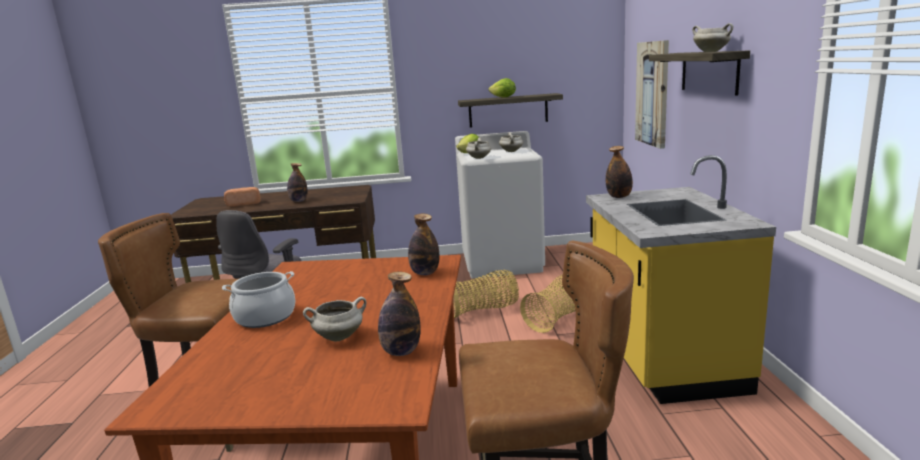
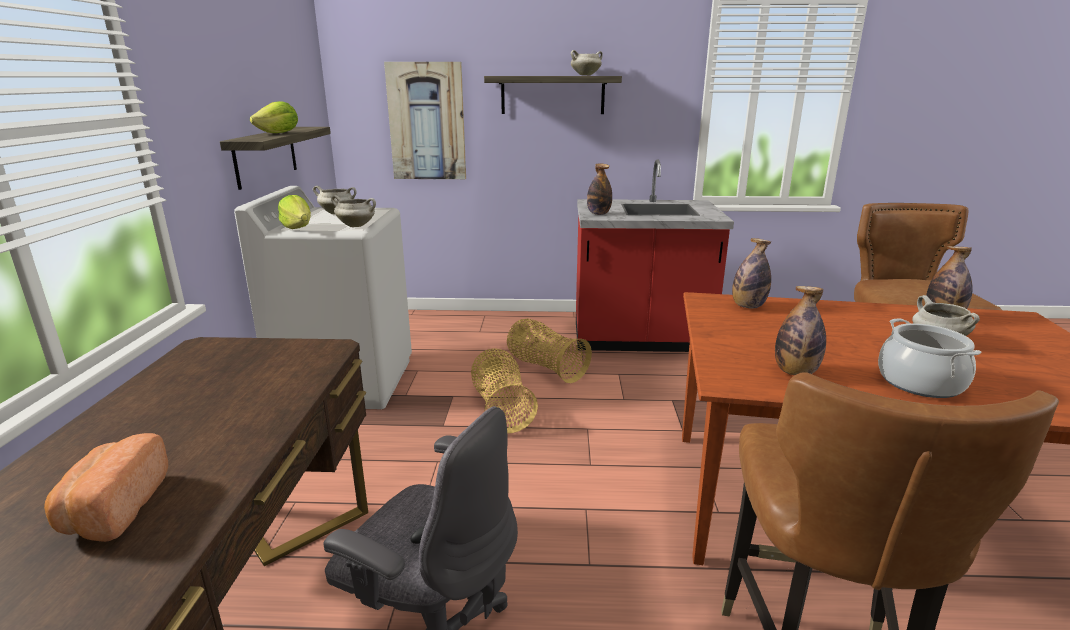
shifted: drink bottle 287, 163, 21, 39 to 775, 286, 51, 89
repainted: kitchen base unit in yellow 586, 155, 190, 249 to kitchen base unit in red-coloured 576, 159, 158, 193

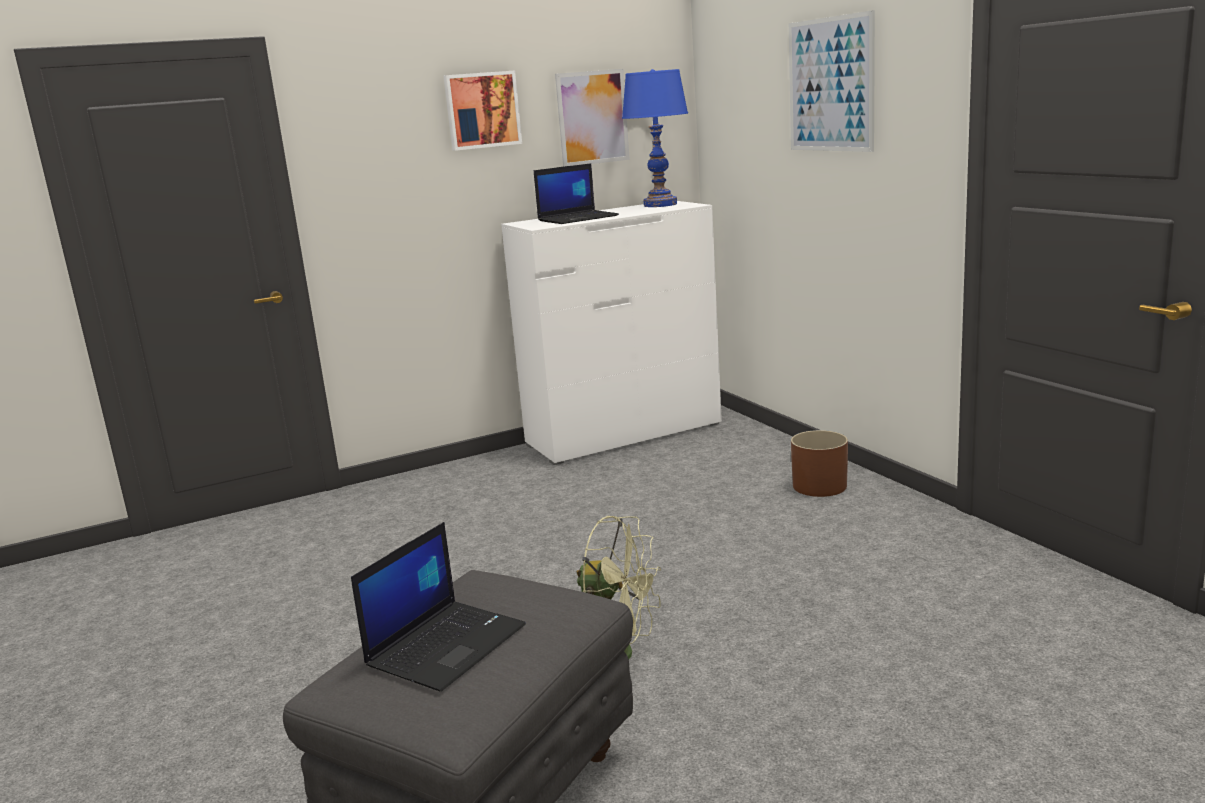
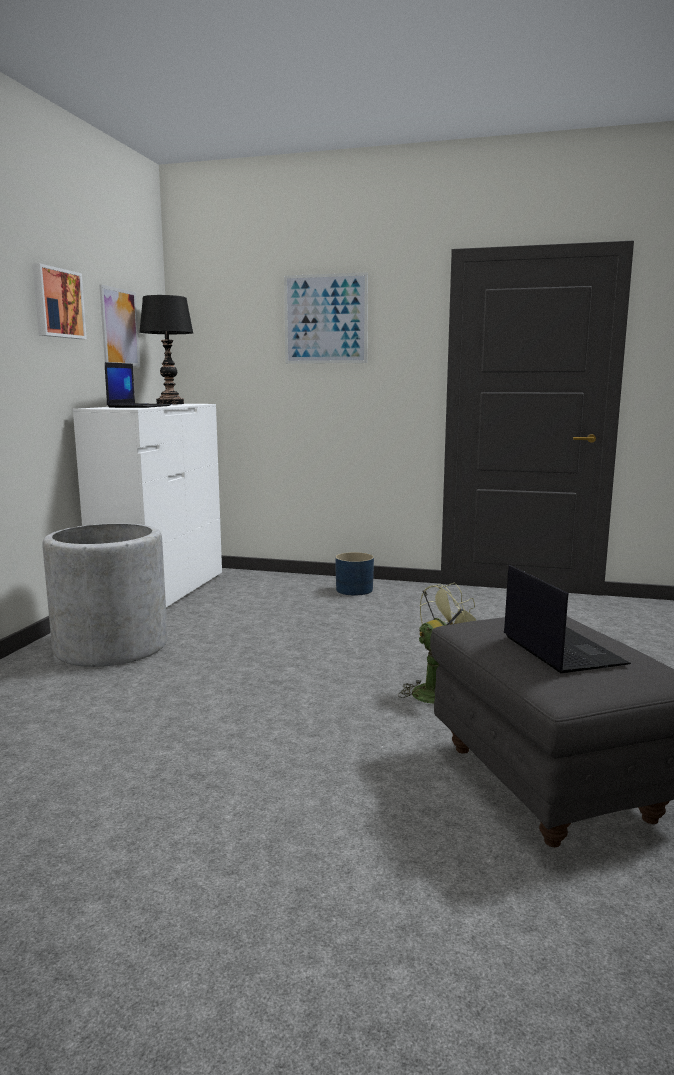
new: planter in greyish 42, 523, 125, 144
repainted: lamp for a table in bluish 622, 69, 66, 138 to lamp for a table in blackish 139, 295, 54, 109; planter in brown-coloured 791, 430, 57, 67 to planter in bluish 335, 552, 39, 43

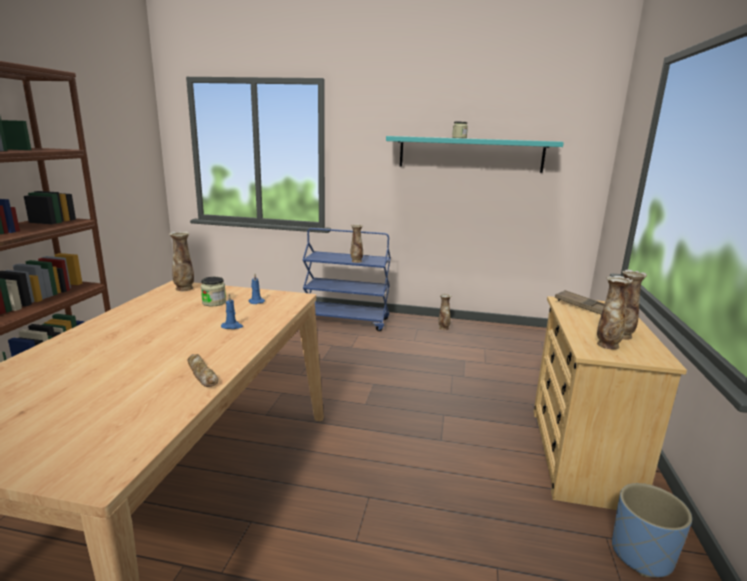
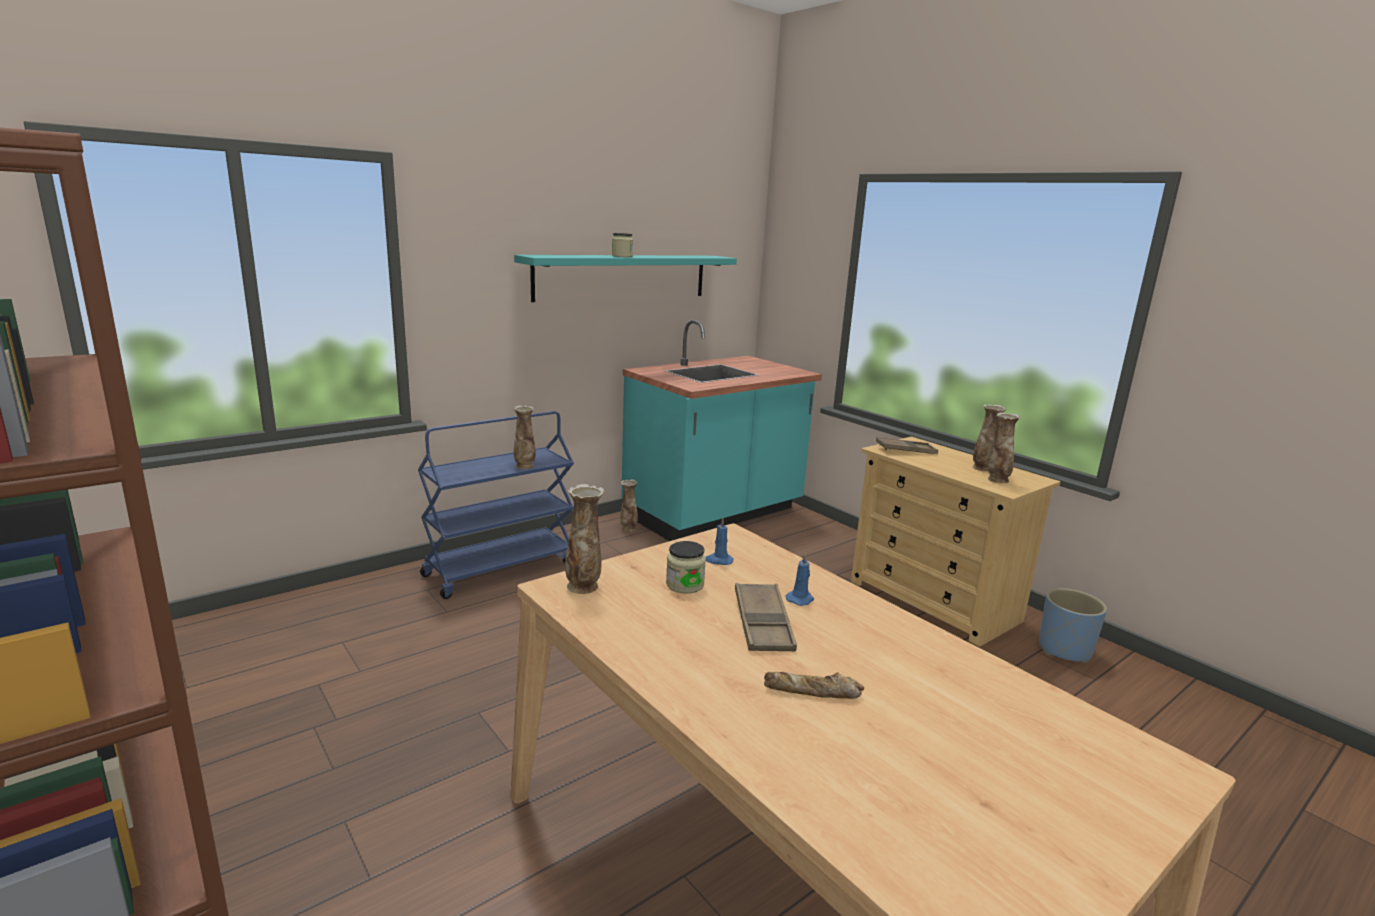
new: kitchen base unit in turquoise 621, 320, 201, 221; carrying tray in brown-coloured 735, 583, 62, 69
shifted: bread 188, 354, 30, 33 to 764, 672, 100, 27

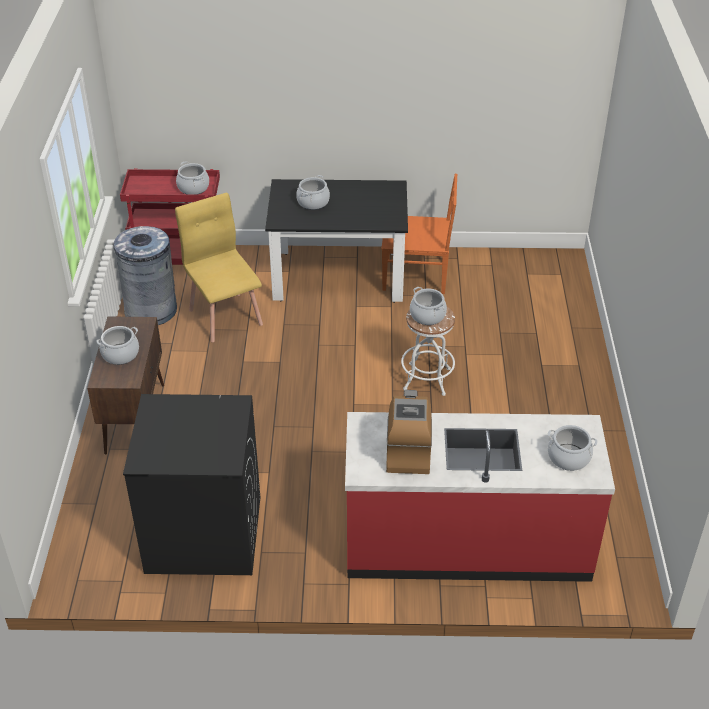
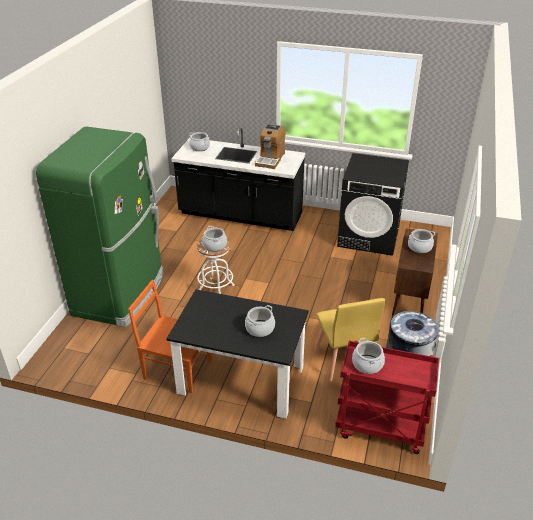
new: fridge in green 36, 126, 127, 201
repainted: kitchen base unit in red-coloured 345, 412, 270, 170 to kitchen base unit in blackish 171, 128, 134, 103

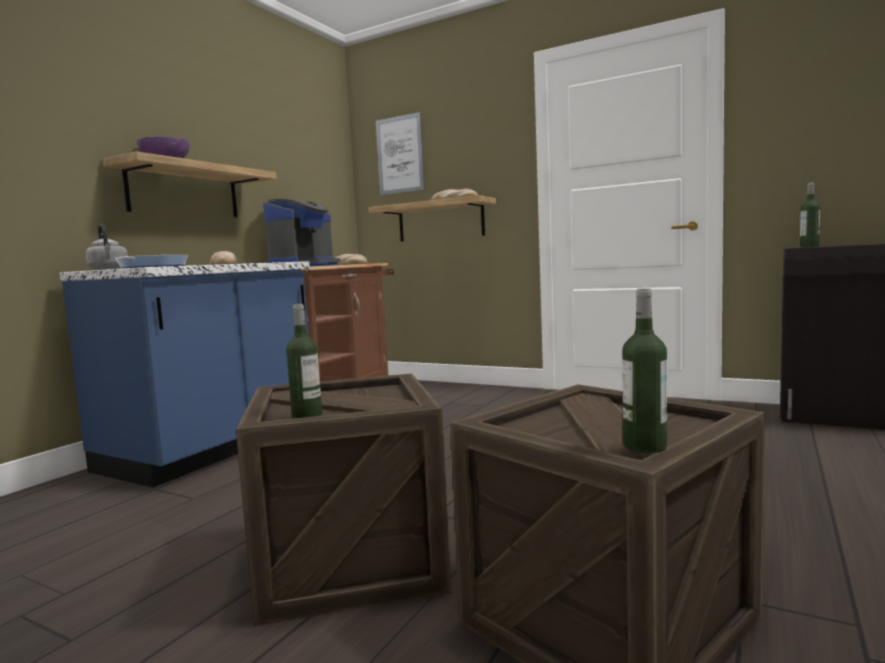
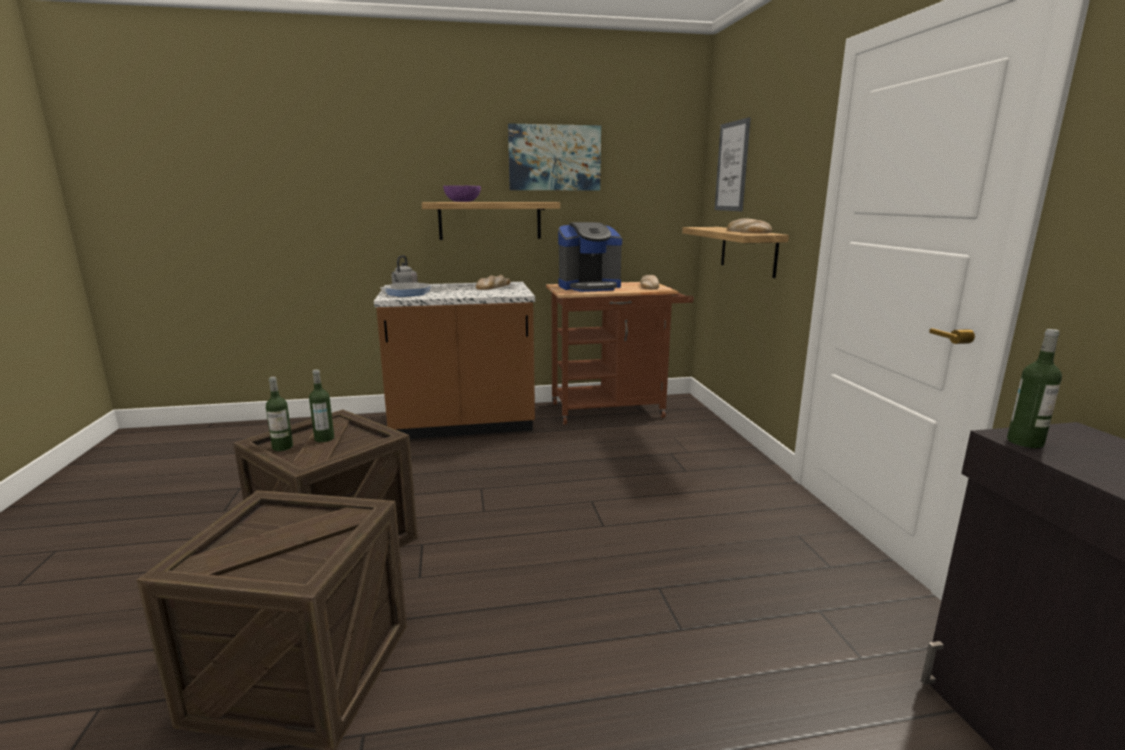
new: wall picture 508, 123, 93, 67
shifted: drink bottle 622, 288, 45, 165 to 309, 369, 25, 73
repainted: kitchen base unit in bluish 59, 261, 251, 227 to kitchen base unit in brown-coloured 374, 282, 161, 157

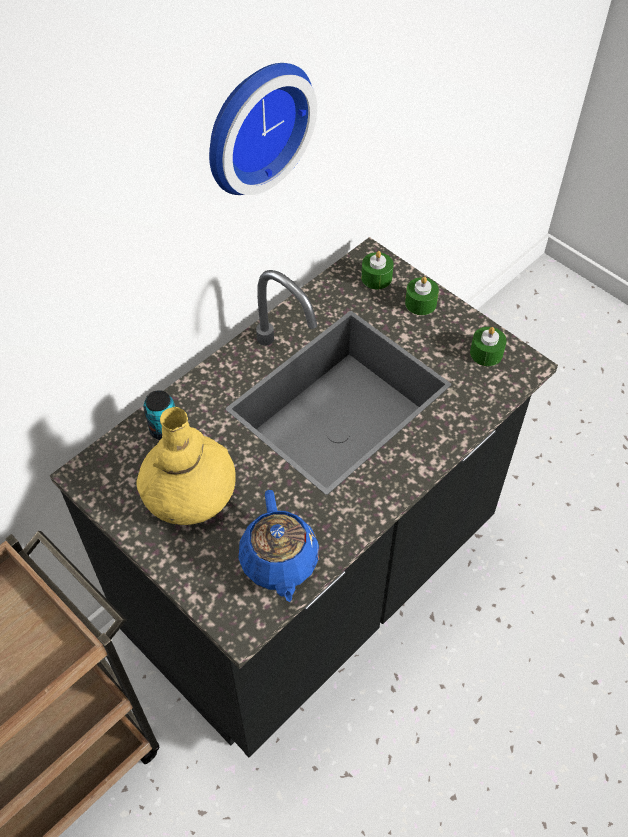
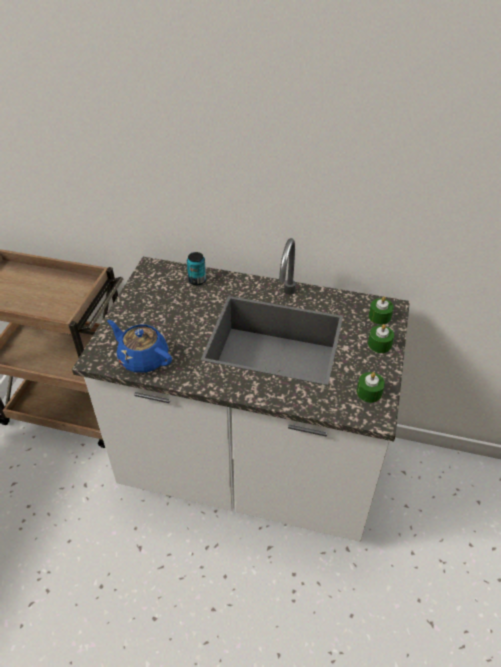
gone: wall clock 209, 63, 108, 132; flower vase in yellow 136, 407, 100, 118
repainted: kitchen base unit in blackish 50, 237, 508, 520 to kitchen base unit in white-coloured 72, 238, 338, 304
rotated: pot for tea in bluish 238, 490, 81, 112 = 107, 320, 65, 53 75 degrees clockwise

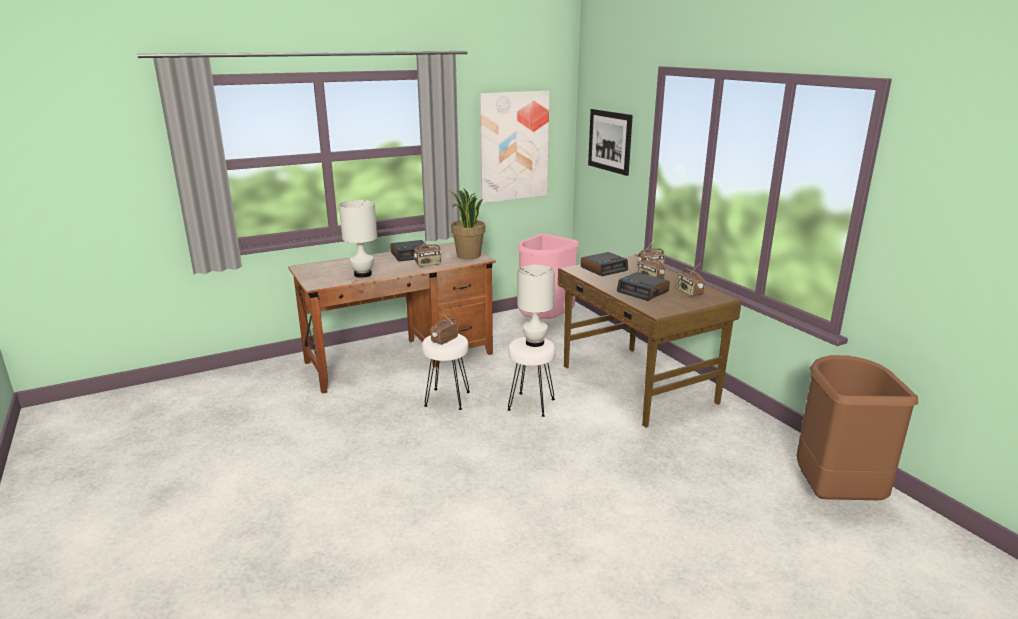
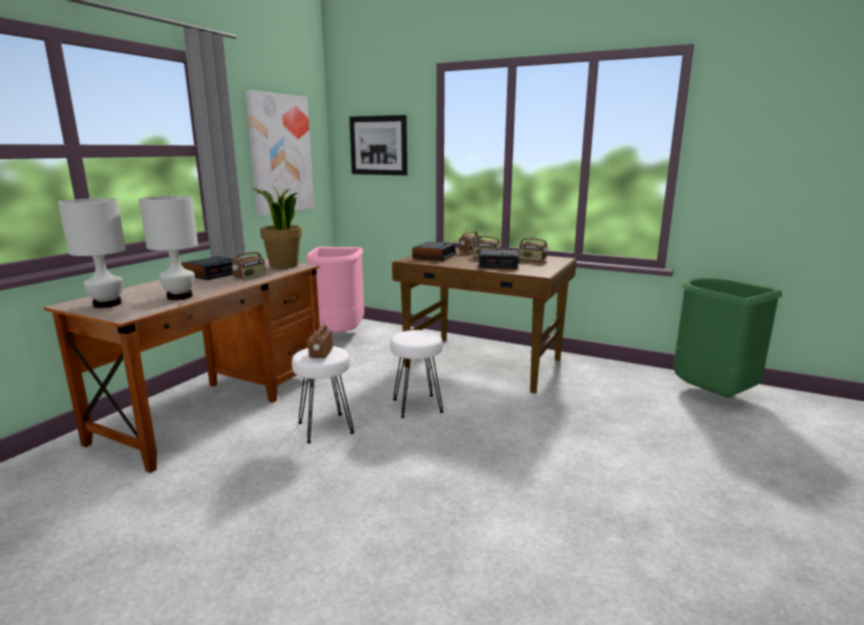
shifted: lamp for a table in white-coloured 517, 265, 38, 82 to 58, 198, 68, 110
repainted: waste bin in brown-coloured 796, 355, 122, 145 to waste bin in green 673, 277, 109, 121

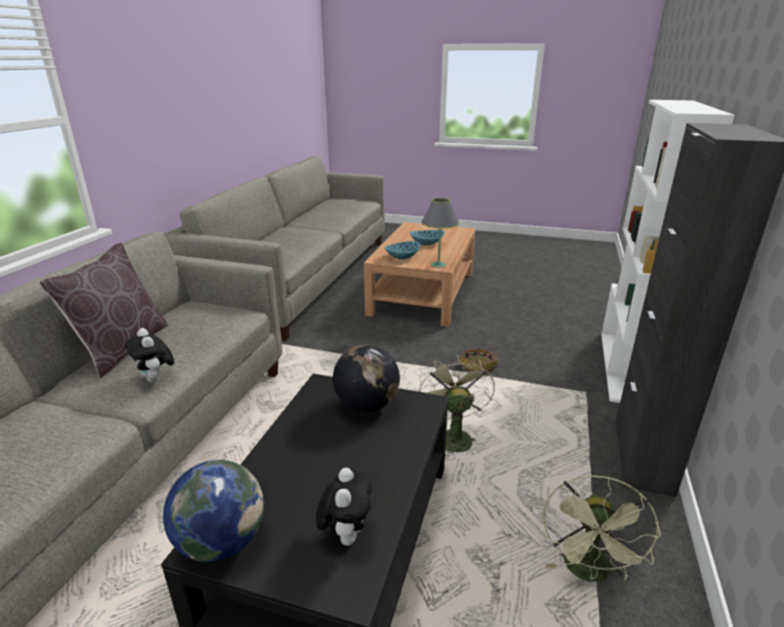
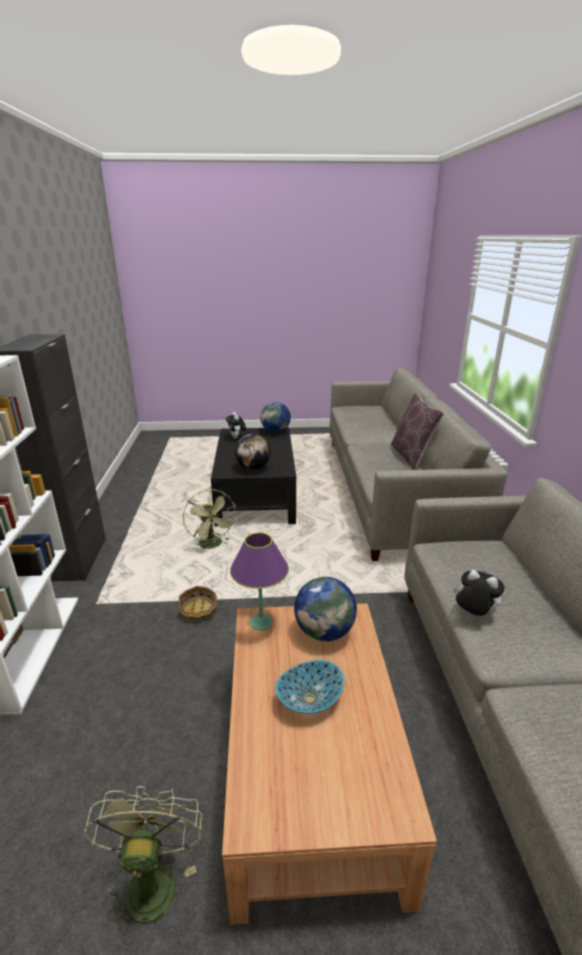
shifted: cuddly toy 125, 328, 49, 54 to 453, 570, 52, 47; fan in green 543, 475, 118, 107 to 84, 786, 118, 159
swapped: serving bowl 384, 241, 37, 19 to globe 294, 577, 63, 64
repainted: lamp for a table in greyish 421, 198, 39, 70 to lamp for a table in purplish 230, 533, 59, 97

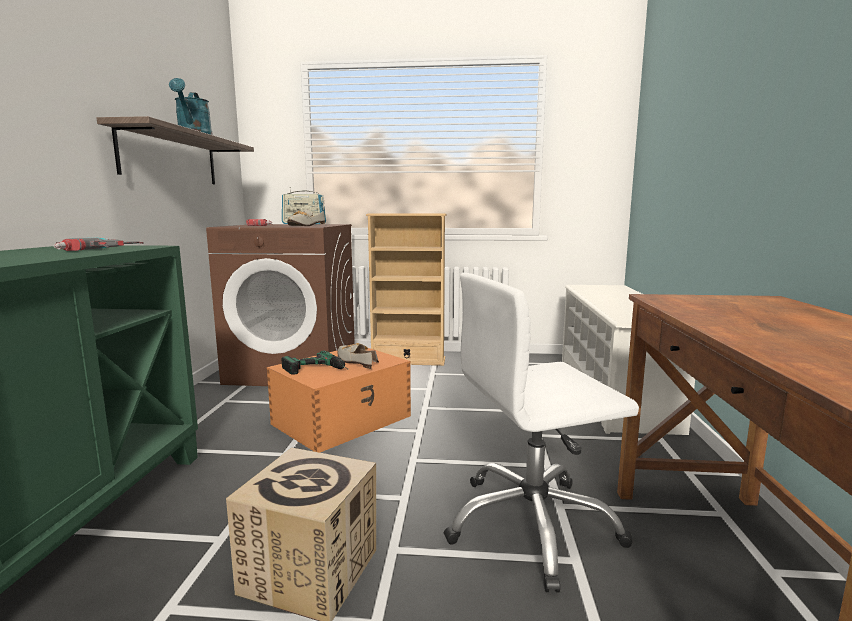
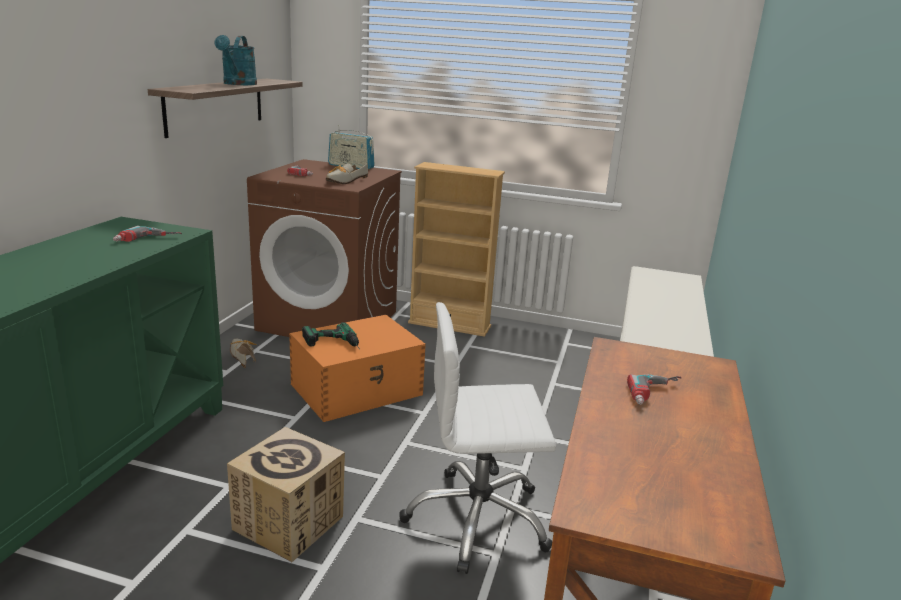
new: electric drill 627, 374, 55, 30
shifted: item of footwear 337, 343, 42, 26 to 230, 339, 27, 30

